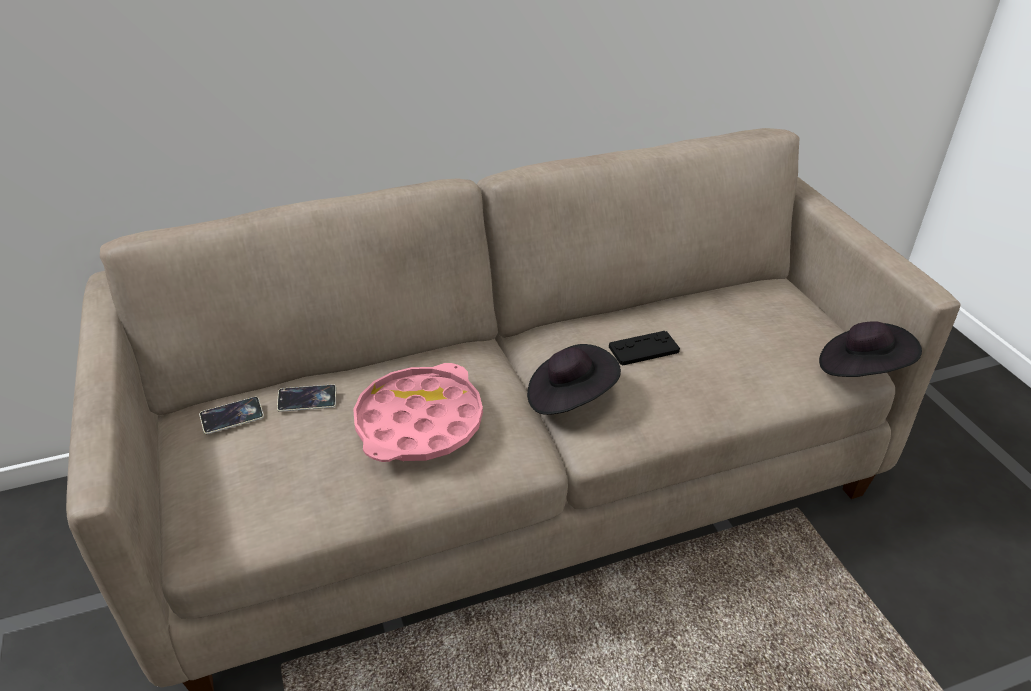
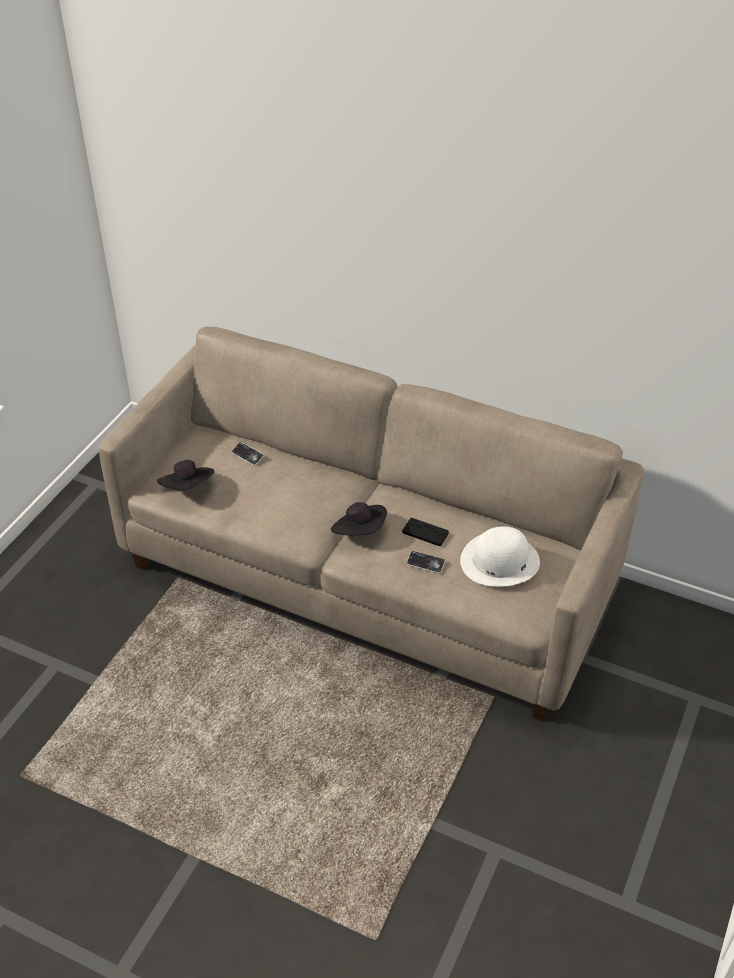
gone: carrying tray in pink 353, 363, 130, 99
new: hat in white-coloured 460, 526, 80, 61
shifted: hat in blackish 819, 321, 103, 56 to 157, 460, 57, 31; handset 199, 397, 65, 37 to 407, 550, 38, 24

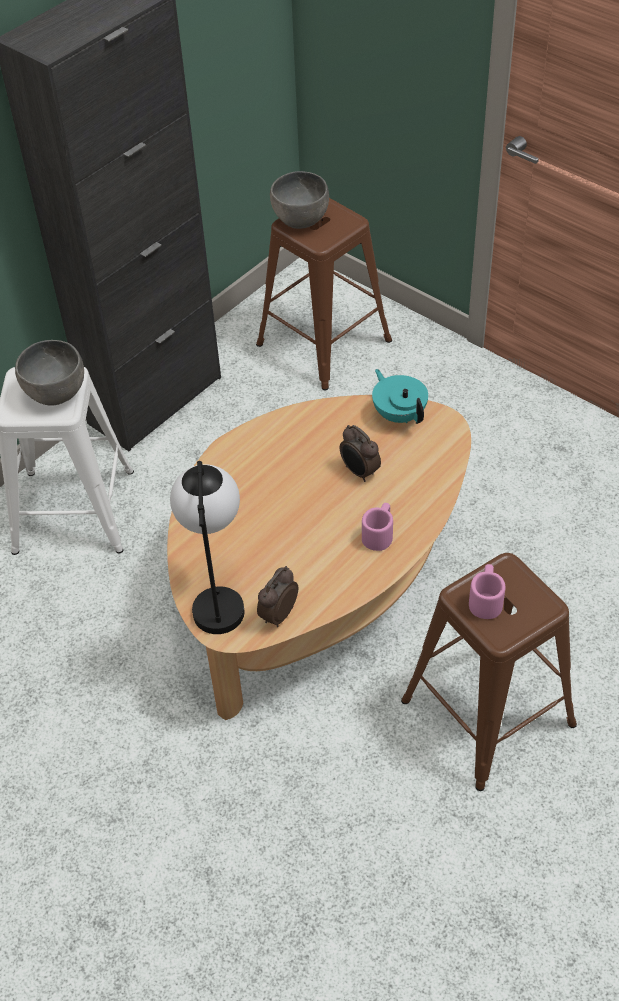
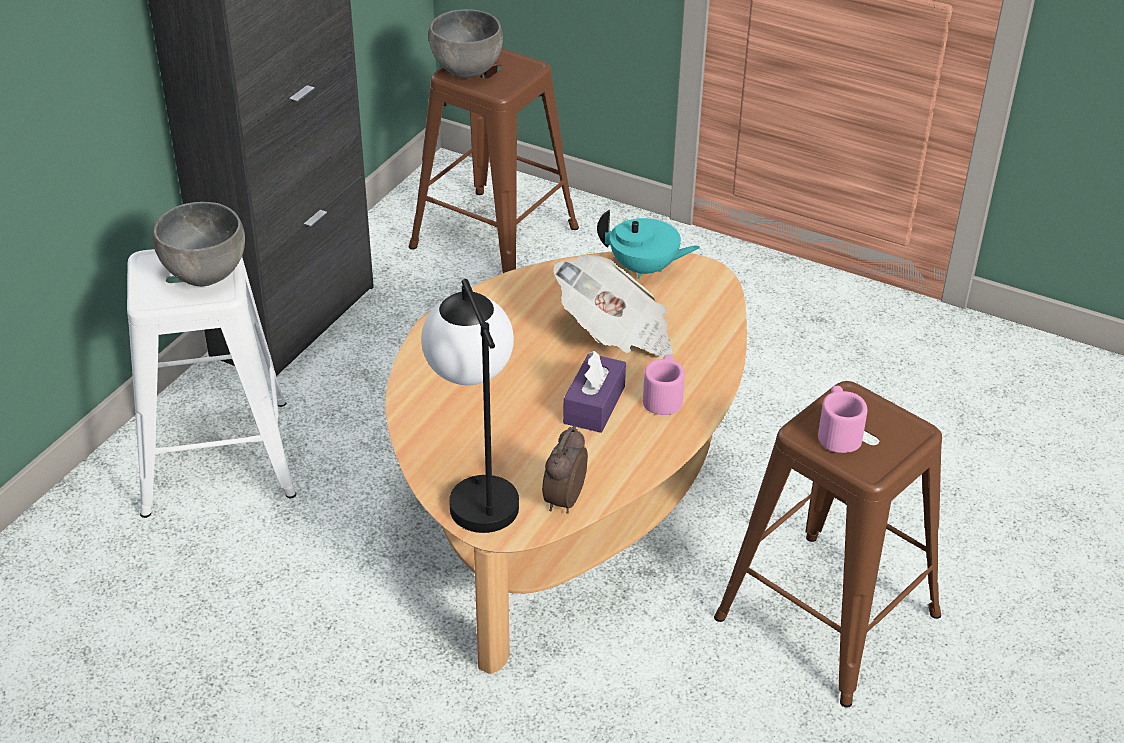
new: tissue holder in purplish 563, 351, 63, 82
swapped: bedside clock 340, 425, 41, 57 to newspaper 553, 255, 120, 102
rotated: pot for tea in turquoise 372, 369, 56, 55 = 597, 210, 103, 69 150 degrees clockwise

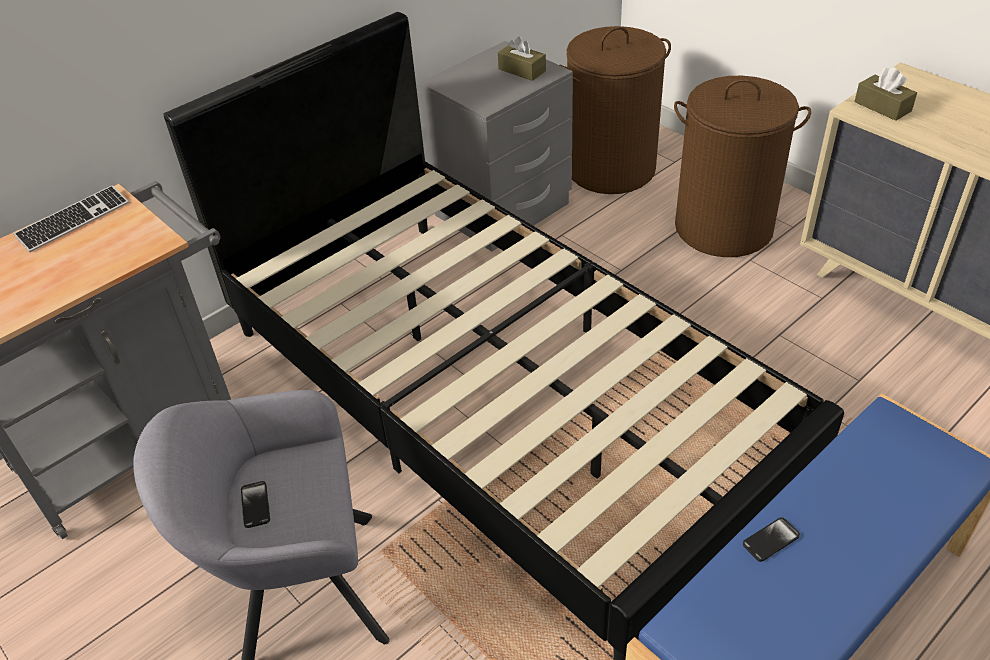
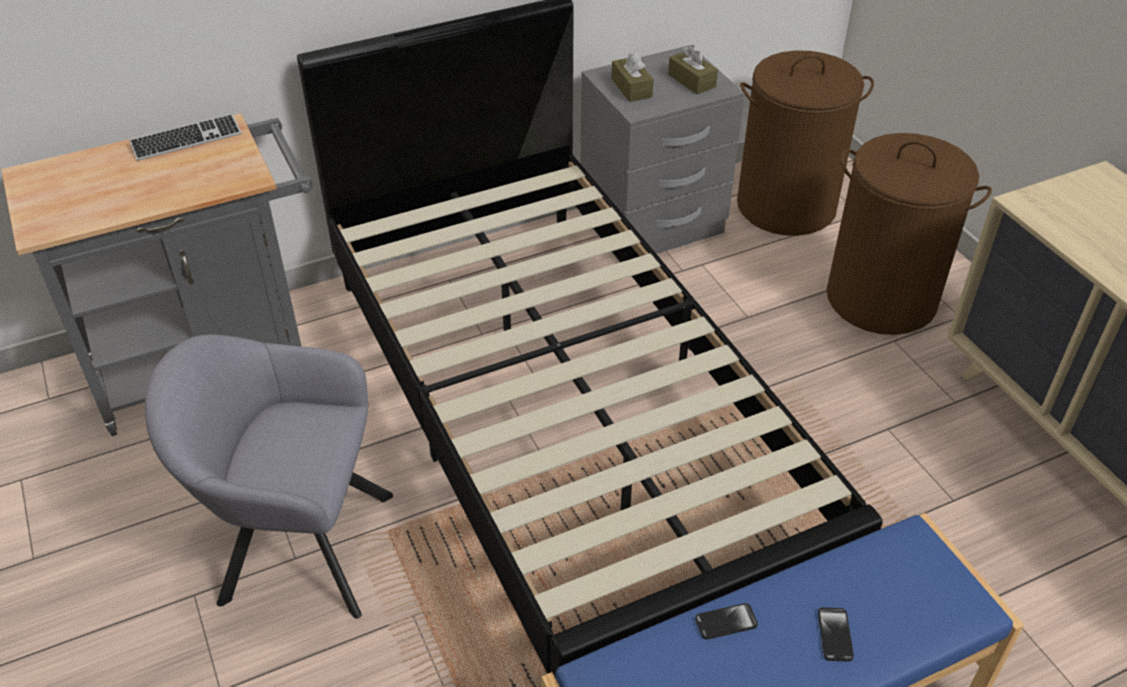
shifted: tissue holder in brown-coloured 854, 67, 63, 54 to 612, 50, 42, 52; handset 241, 481, 29, 47 to 818, 607, 36, 55

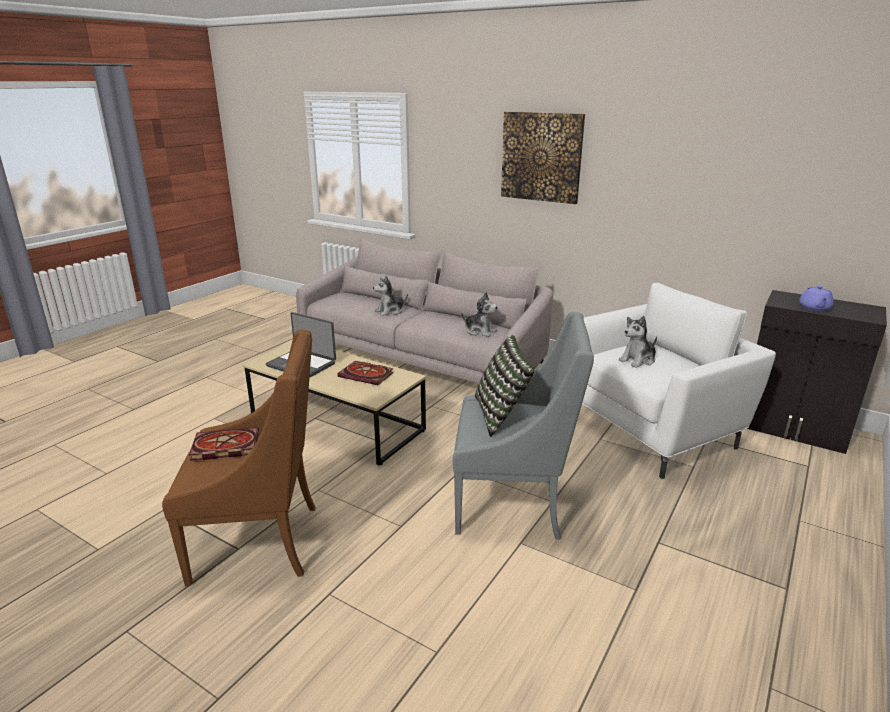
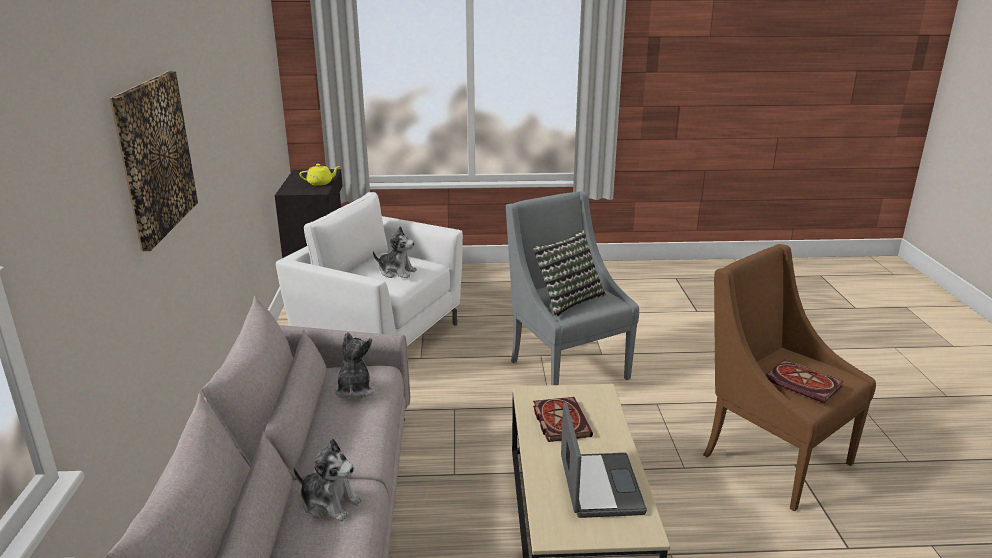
repainted: pot for tea in purplish 799, 286, 35, 25 to pot for tea in yellow 299, 164, 41, 22

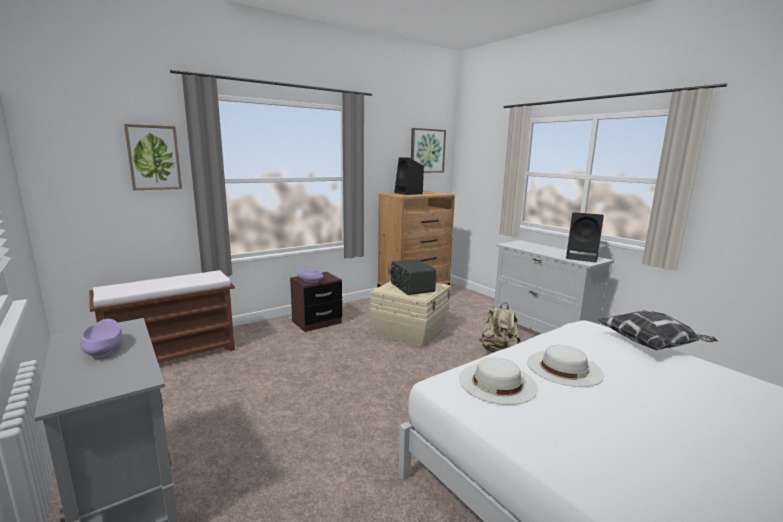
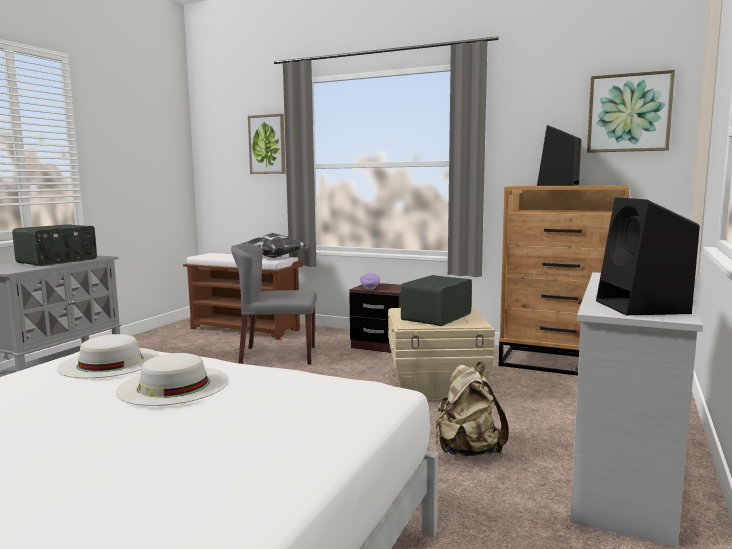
new: upright chair in greyish 231, 244, 86, 121
shifted: pillow 598, 310, 120, 40 to 242, 233, 65, 25
swapped: serving bowl in purplish 80, 319, 42, 39 to radio 12, 224, 85, 42

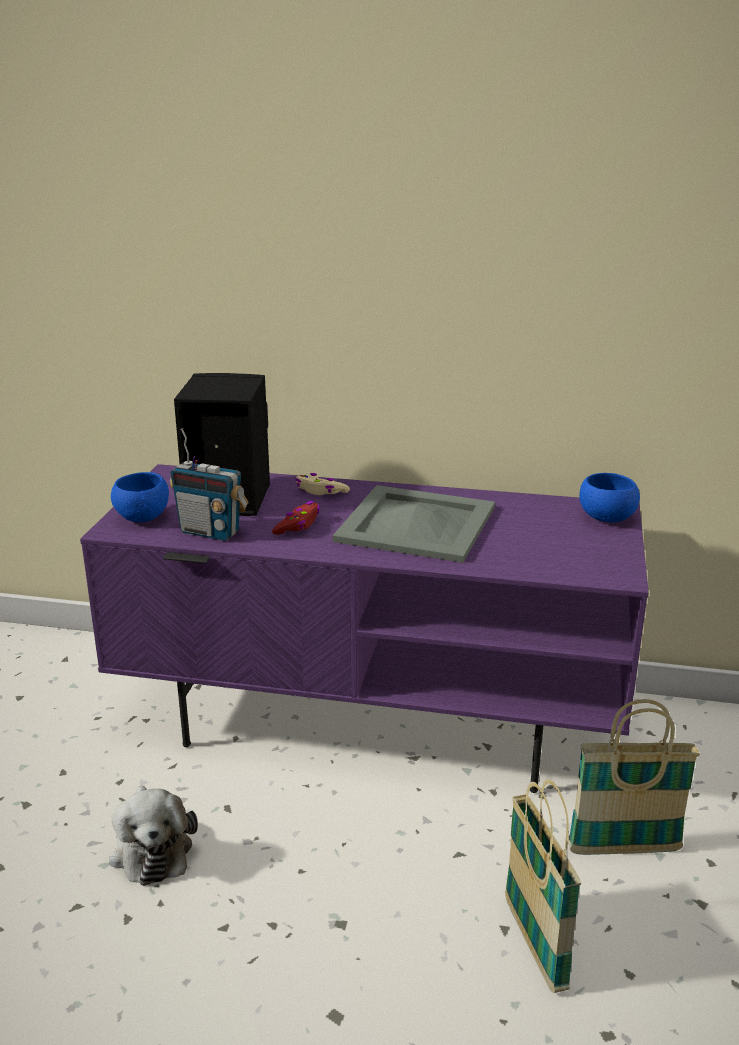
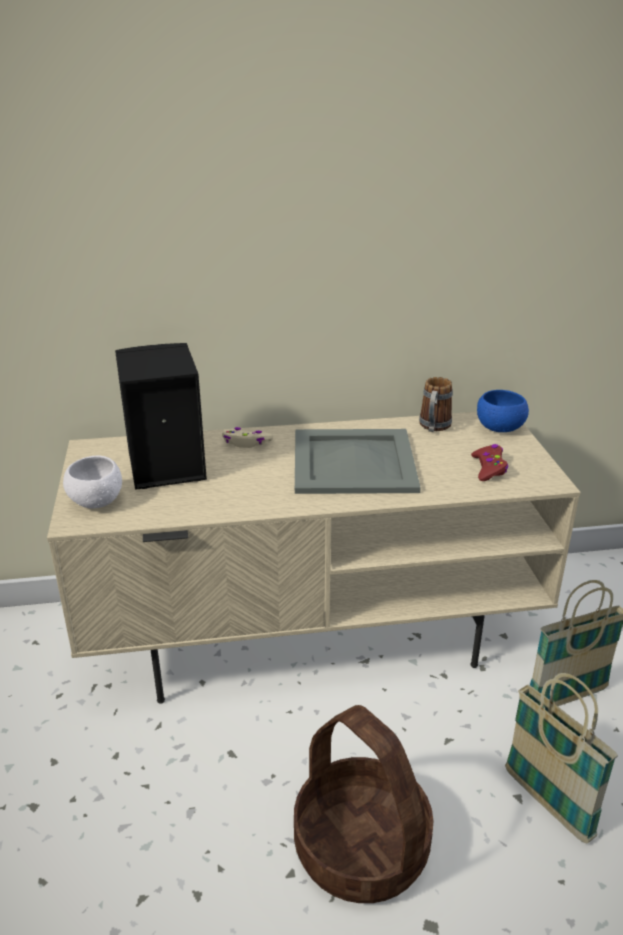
gone: radio 169, 428, 79, 113; cuddly toy 109, 786, 89, 100
new: coffee mug 419, 377, 34, 55; storage basket 294, 705, 140, 198
shifted: joypad in red-coloured 272, 501, 48, 34 to 471, 444, 37, 37
repainted: tv unit in purplish 80, 464, 569, 329 to tv unit in beige 47, 412, 534, 292; serving bowl in bluish 111, 472, 58, 50 to serving bowl in white-coloured 63, 455, 59, 54

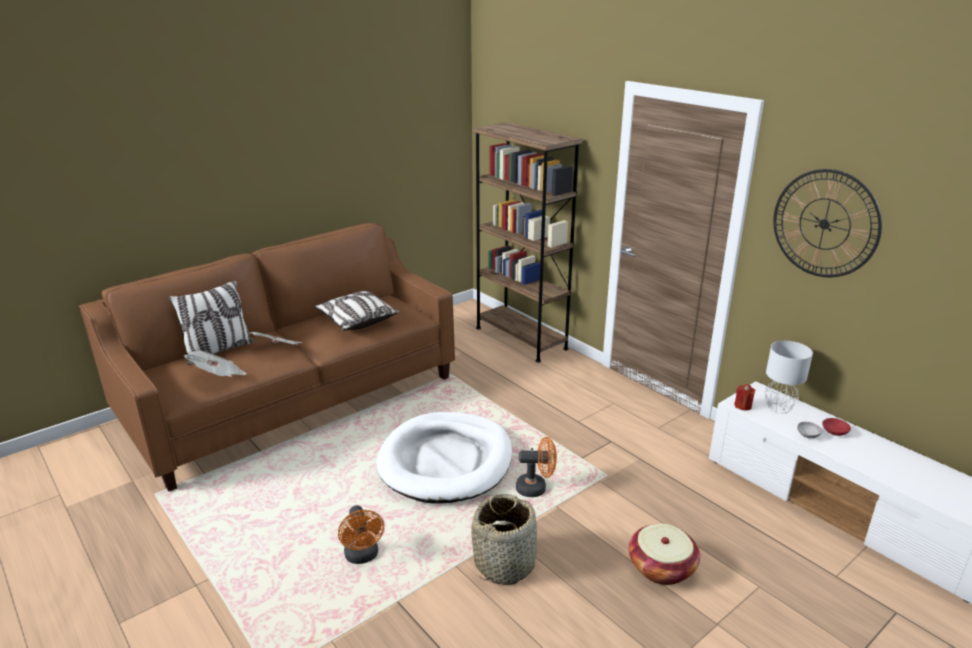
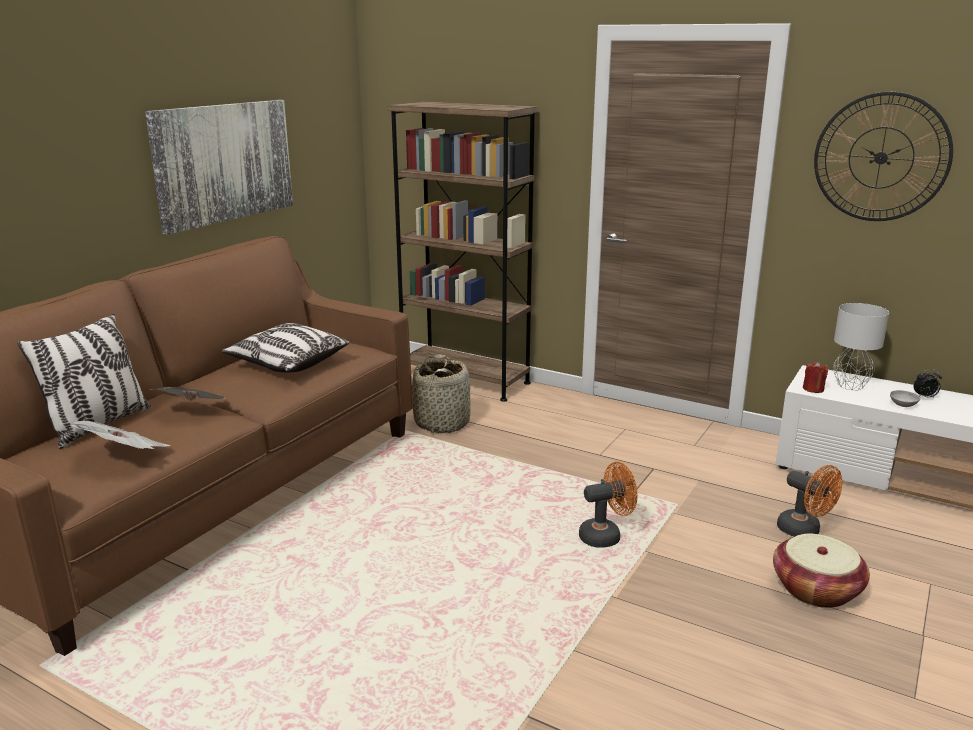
gone: pet bed in white-coloured 377, 412, 135, 92
new: wall picture 145, 100, 148, 135
shifted: storage basket 471, 494, 66, 91 to 412, 354, 58, 79; fan in orange-coloured 338, 505, 46, 59 to 777, 465, 65, 72
swapped: serving bowl in red-coloured 822, 418, 29, 18 to bedside clock 914, 369, 28, 28

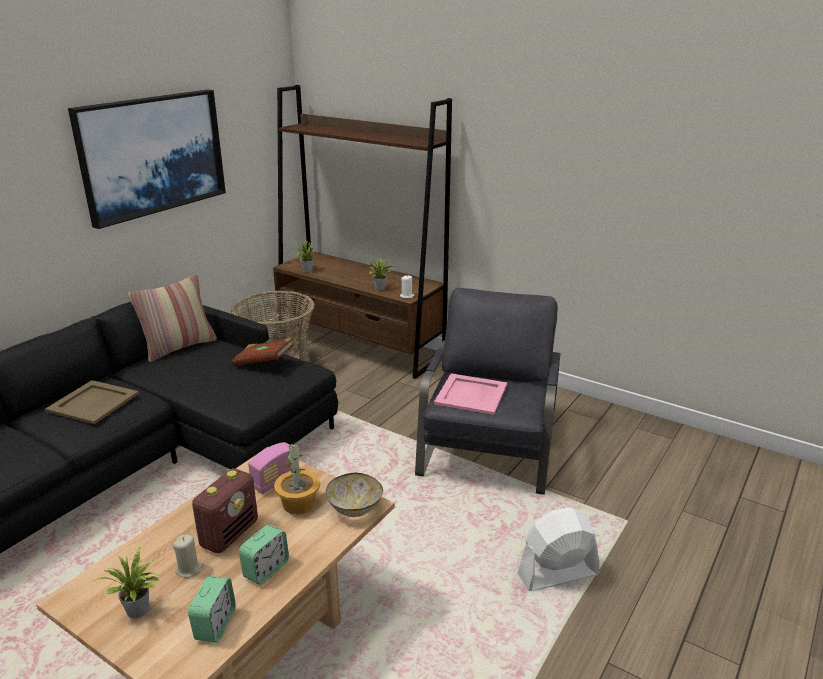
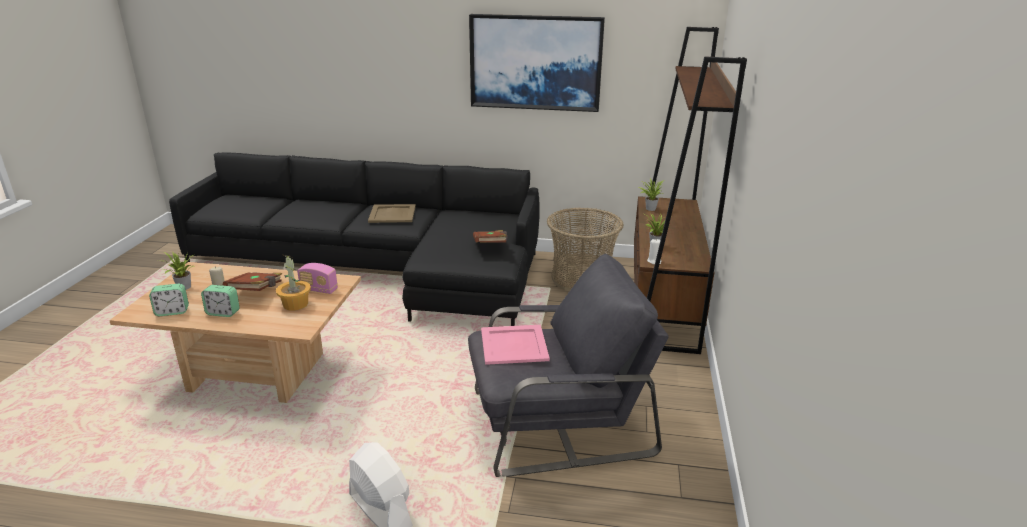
gone: pillow 128, 274, 89, 88; serving bowl 326, 473, 57, 44
swapped: radio 192, 468, 66, 85 to bound book in brown-coloured 223, 272, 59, 19

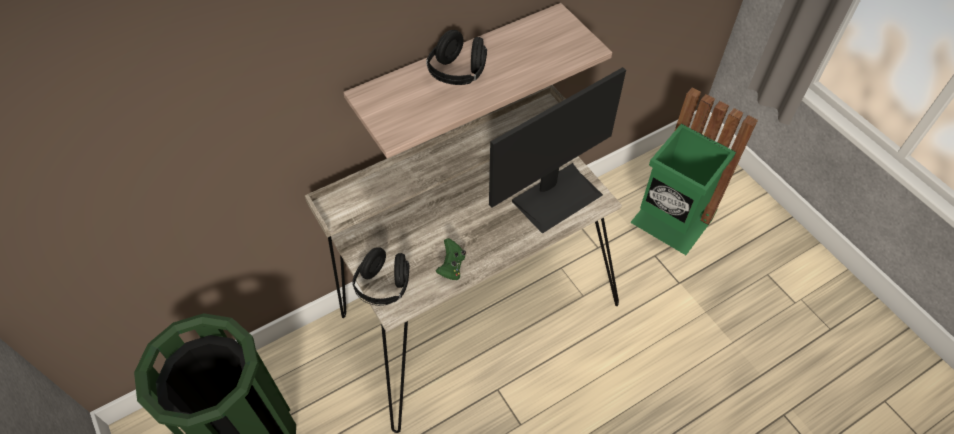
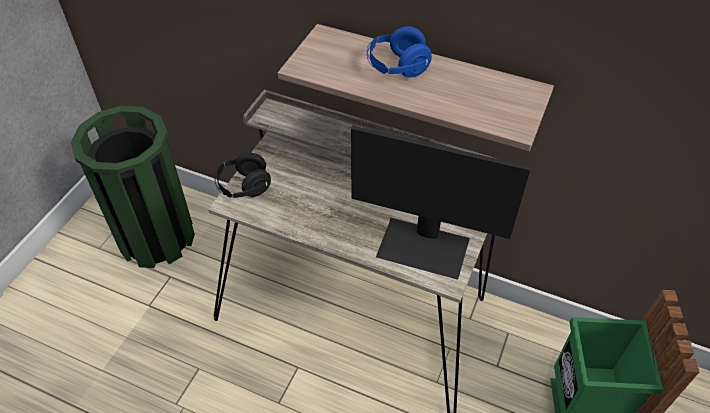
gone: joypad in green 436, 238, 30, 42
repainted: pair of headphones in blackish 426, 30, 61, 55 to pair of headphones in bluish 367, 26, 65, 51

